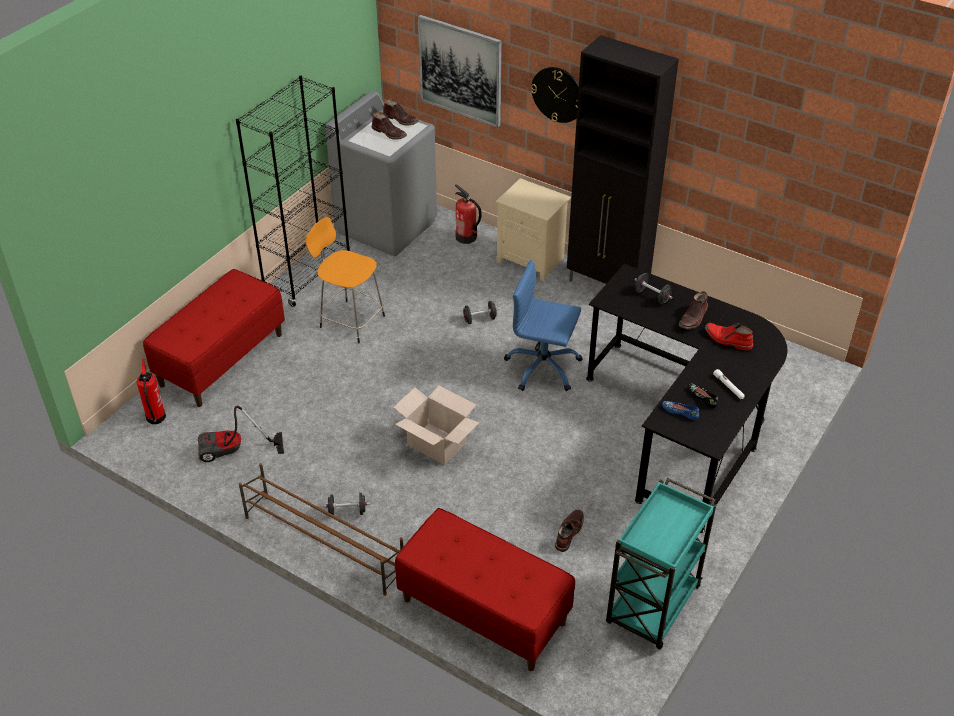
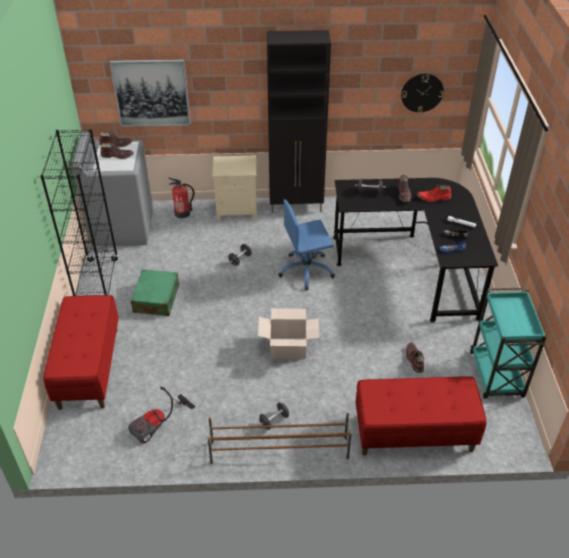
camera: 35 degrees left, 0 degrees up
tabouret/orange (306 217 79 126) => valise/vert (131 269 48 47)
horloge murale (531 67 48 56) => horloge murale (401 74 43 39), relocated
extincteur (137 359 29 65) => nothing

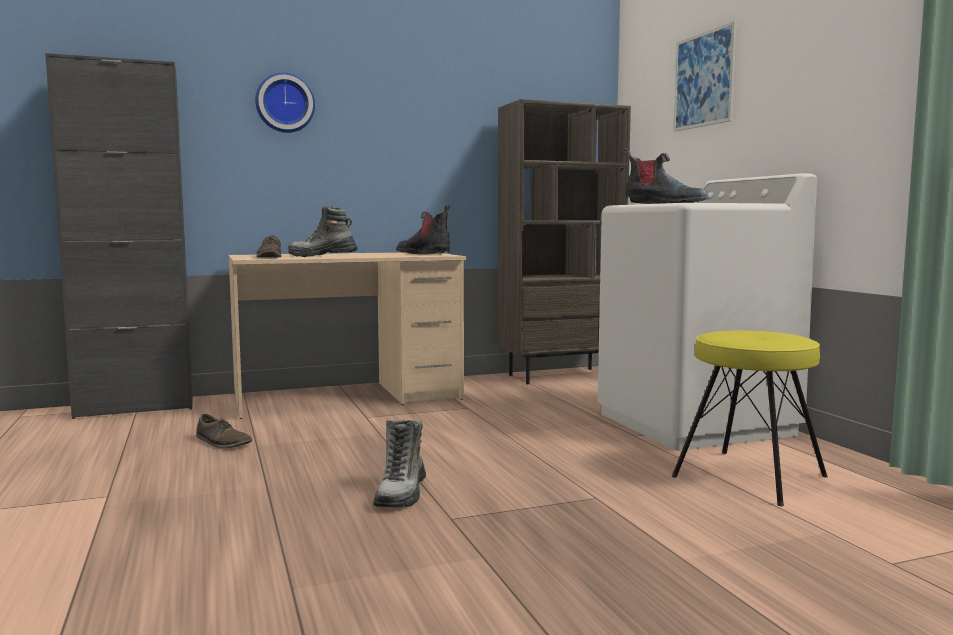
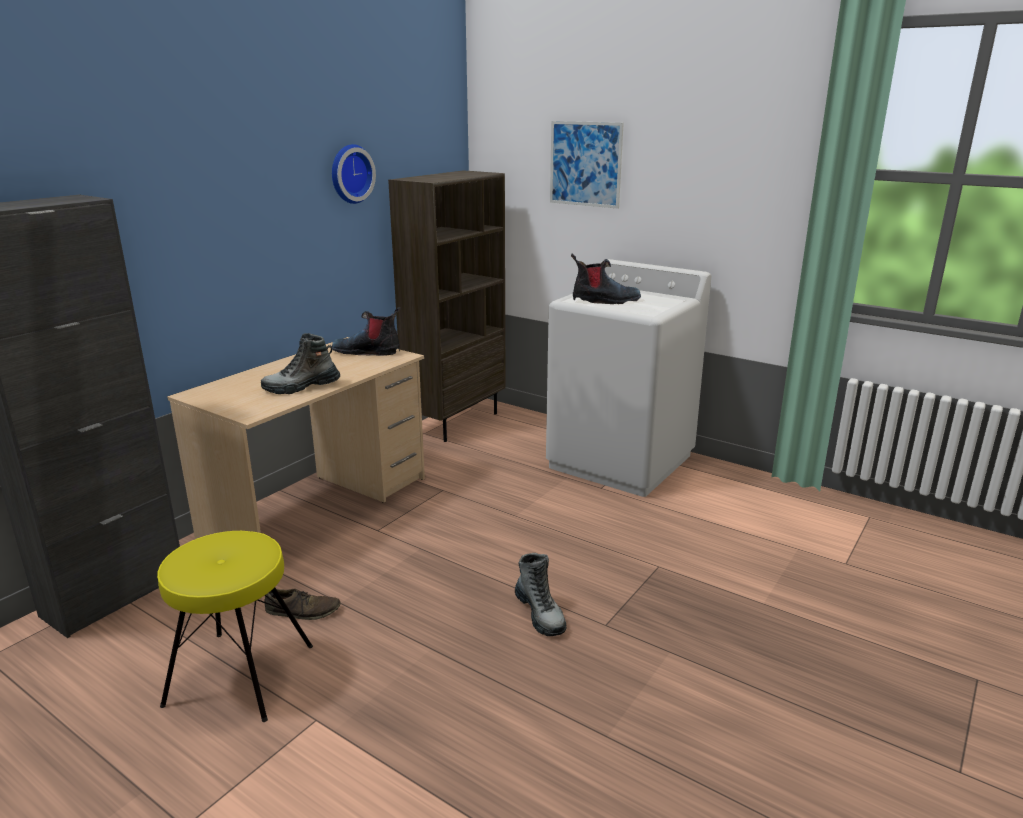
camera: 35 degrees left, 15 degrees up
tabouret/jaune (672 330 156 176) => tabouret/jaune (157 531 156 191), relocated
horloge murale (255 73 60 60) => horloge murale (332 144 44 60), relocated
chaussure/marron (256 236 26 22) => nothing

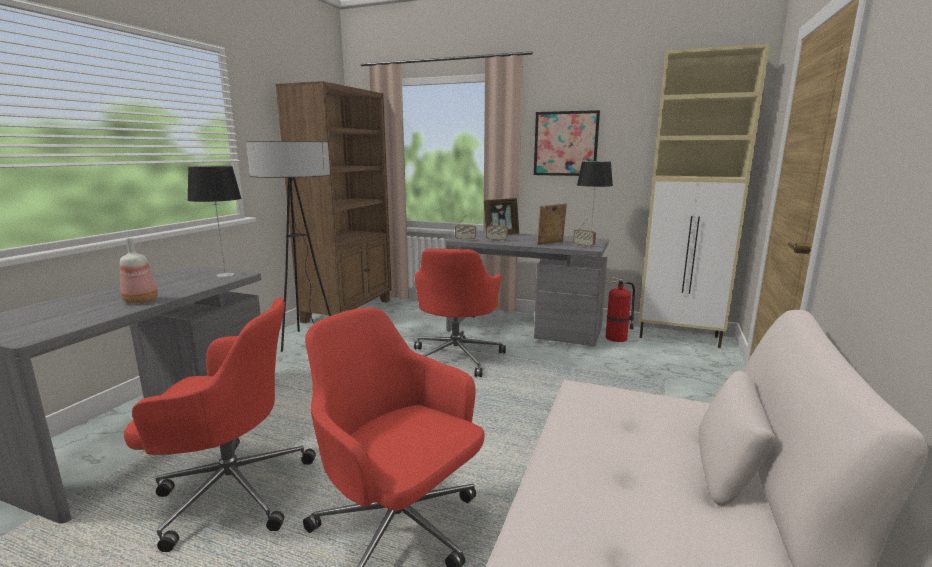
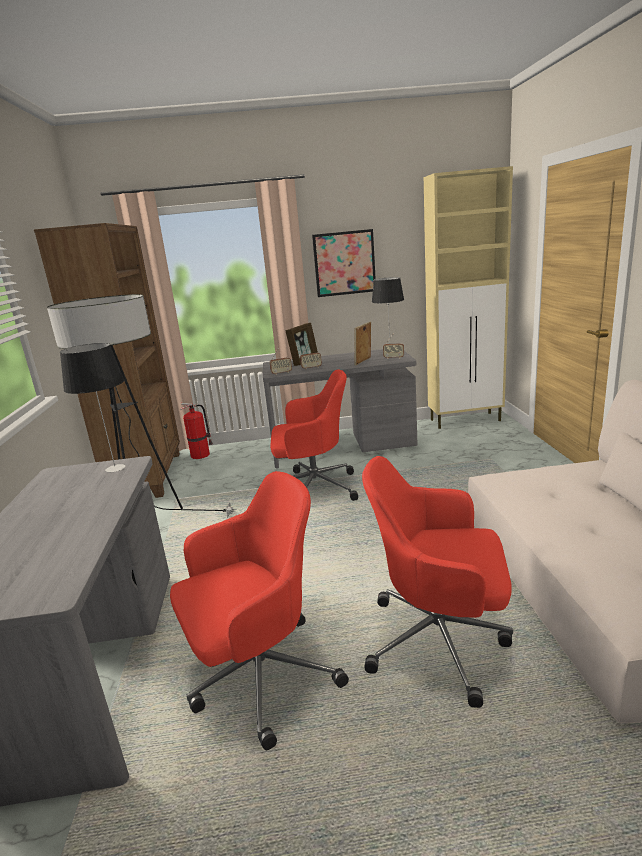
camera: 25 degrees left, 5 degrees up
extincteur (605 276 30 66) => extincteur (180 403 33 56), relocated
chaise de bureau/rouge (414 248 92 129) => chaise de bureau/rouge (270 369 88 132), 75 degrees counterclockwise
bouteille (120 238 38 65) => nothing

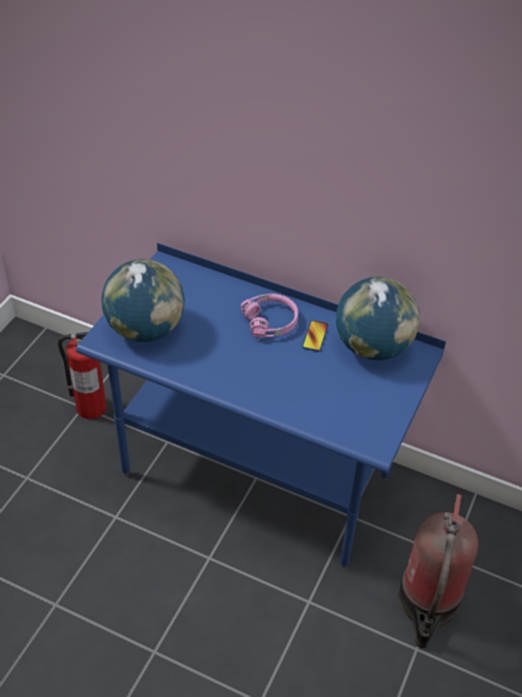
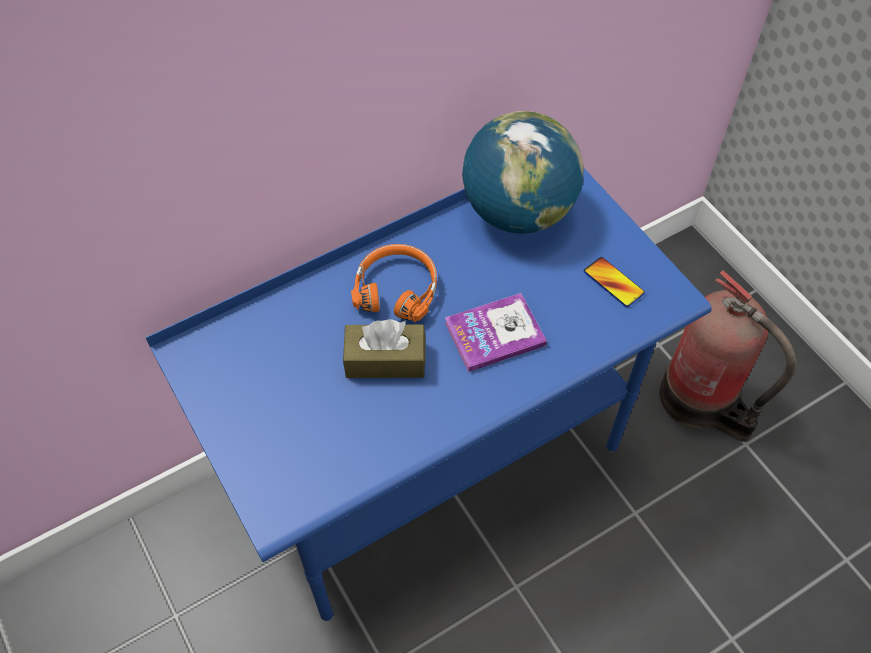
camera: 55 degrees left, 10 degrees up
nothing => boîte à mouchoirs/marron (343 319 82 59)
casque audio/rose (241 294 57 44) => casque audio/orange (351 244 86 78)
nothing => livre (445 293 102 79)
téléphone (302 320 26 32) => téléphone (584 257 61 50), relocated
extincteur (58 332 49 87) => nothing
globe (101 259 84 83) => nothing

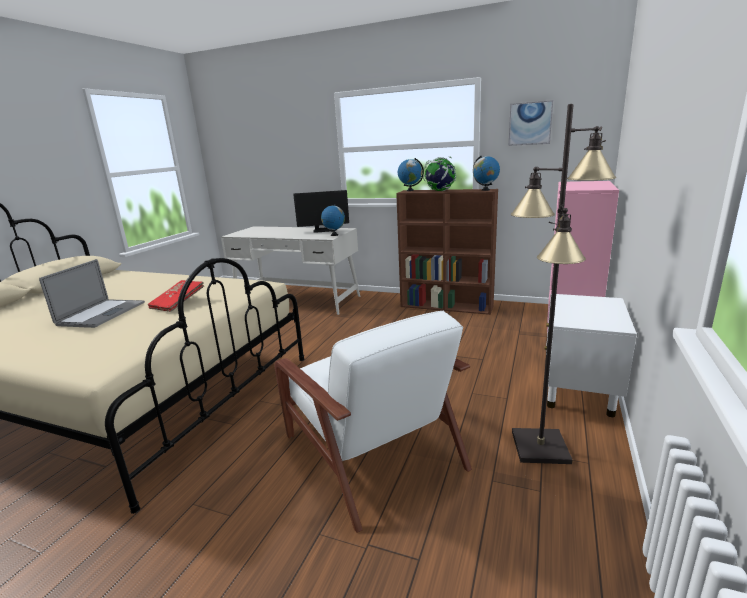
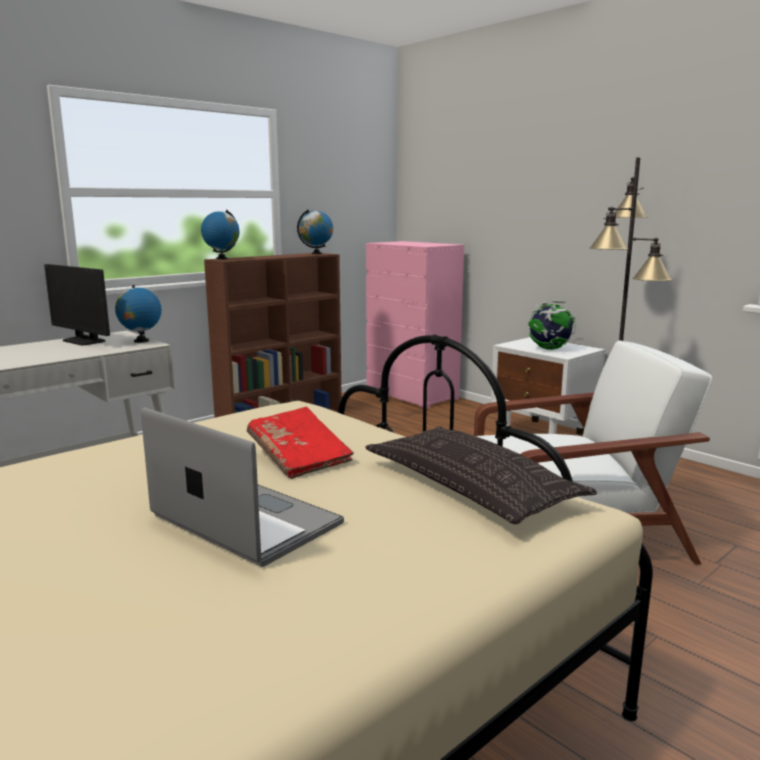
camera: 65 degrees left, 5 degrees down
écran d'ordinateur (293 190 56 43) => écran d'ordinateur (44 264 66 81), 105 degrees clockwise
nothing => coussin (365 426 232 98)
globe (423 157 33 34) => globe (529 301 47 49), relocated
tableau (509 100 44 46) => nothing

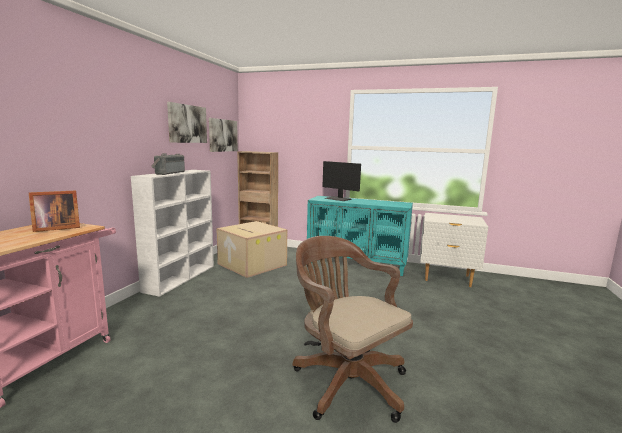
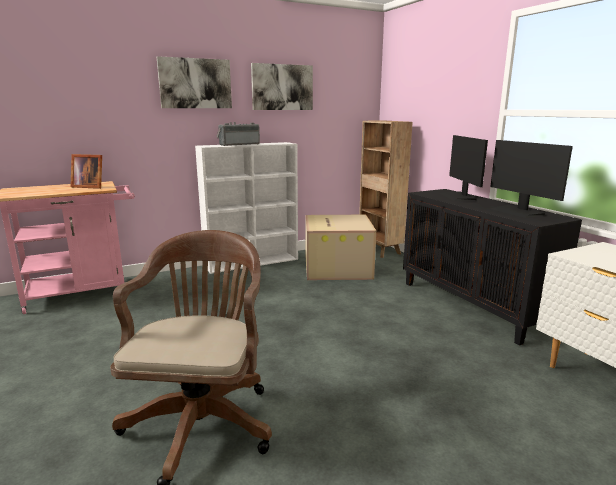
camera: 45 degrees right, 5 degrees up
tableau (209 118 29 34) => tableau (157 56 75 52), relocated
meuble de rangement/turquoise (307 196 106 80) => meuble de rangement/noir (403 189 179 157)
nothing => écran d'ordinateur (490 140 83 78)

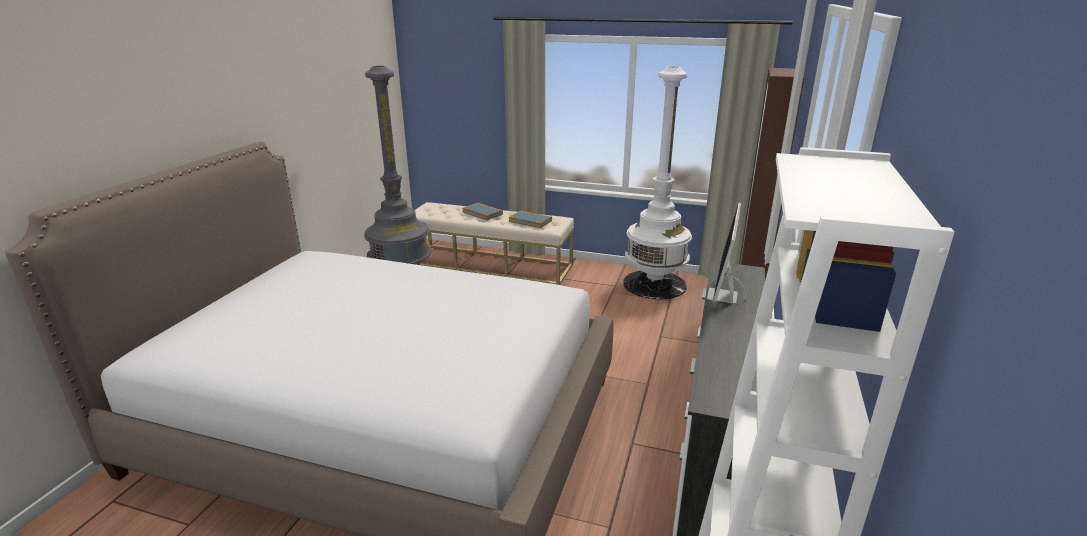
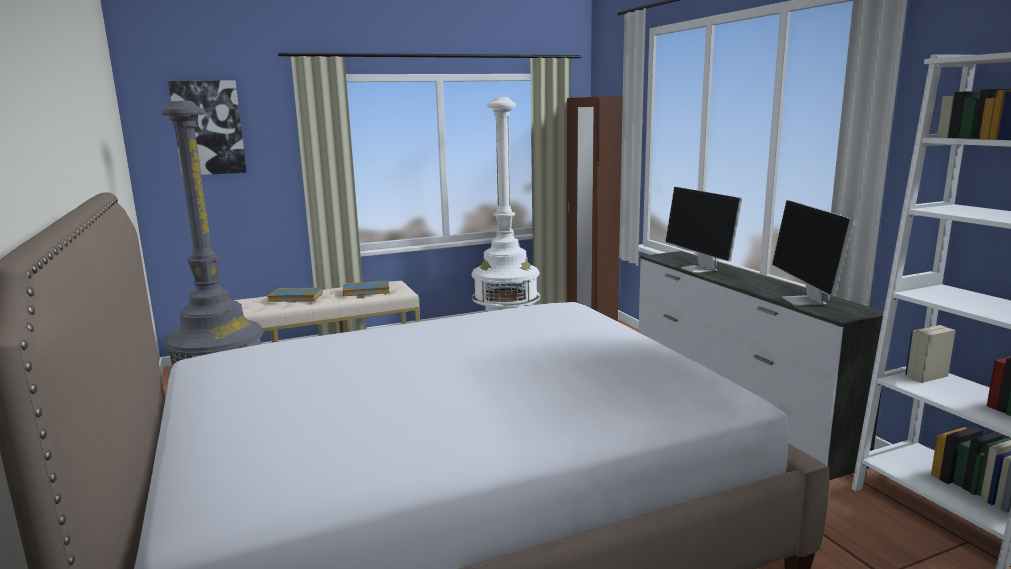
camera: 40 degrees left, 10 degrees down
nothing => tableau (168 81 79 95)
nothing => écran d'ordinateur (772 200 82 106)

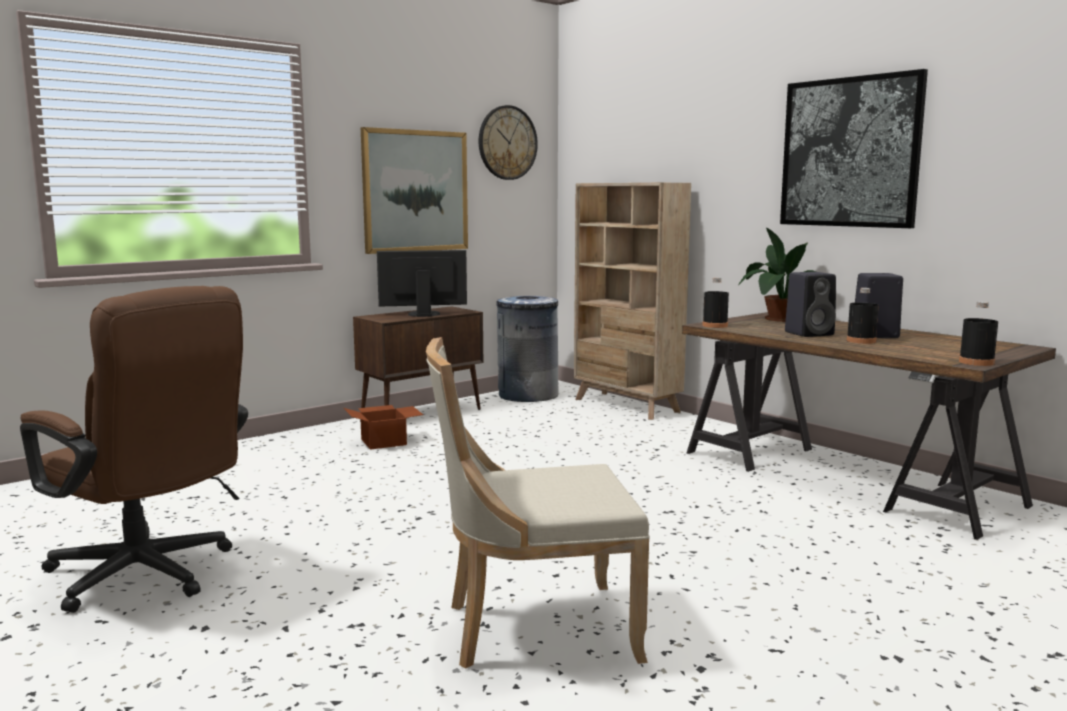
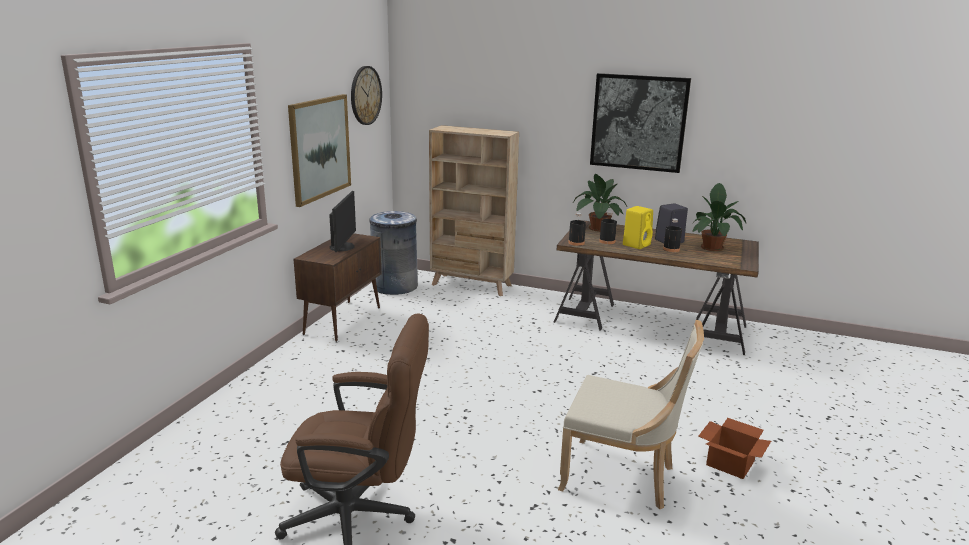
camera: 30 degrees left, 10 degrees up
écran d'ordinateur (377 250 90 67) => écran d'ordinateur (329 191 27 61), 135 degrees clockwise
chaise/beige (426 337 224 332) => chaise/beige (558 320 146 189), 120 degrees counterclockwise
bouteille/noir (959 302 39 64) => bouteille/noir (599 211 18 33), relocated
enceinte/noir (785 272 51 65) => enceinte/jaune (623 206 30 43)
nothing => plante en pot (690 183 56 68)
carton (344 405 79 45) => carton (699 418 72 61), relocated

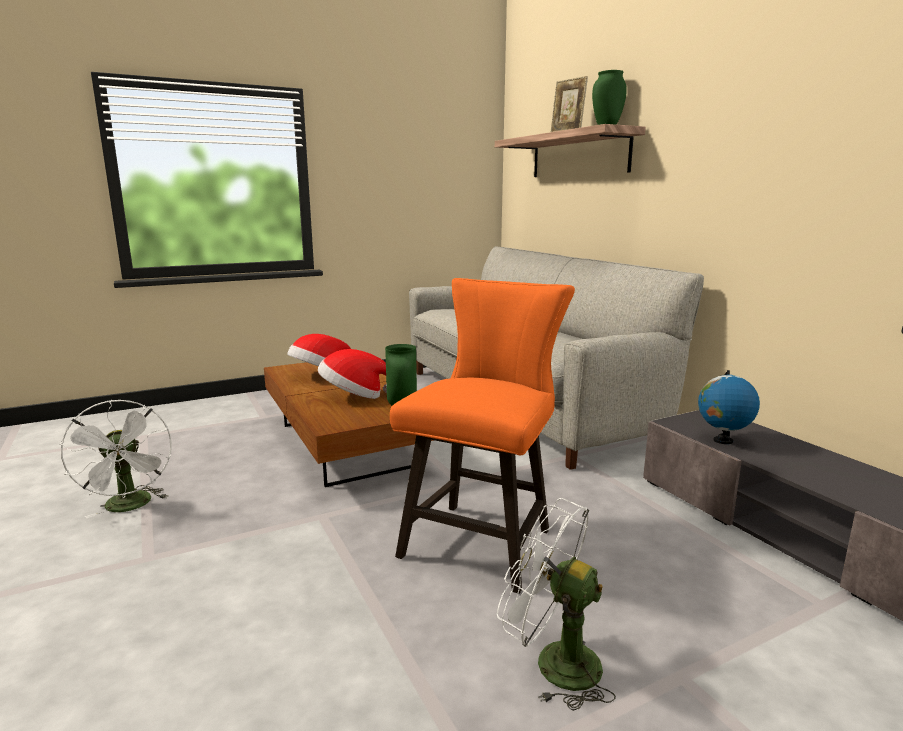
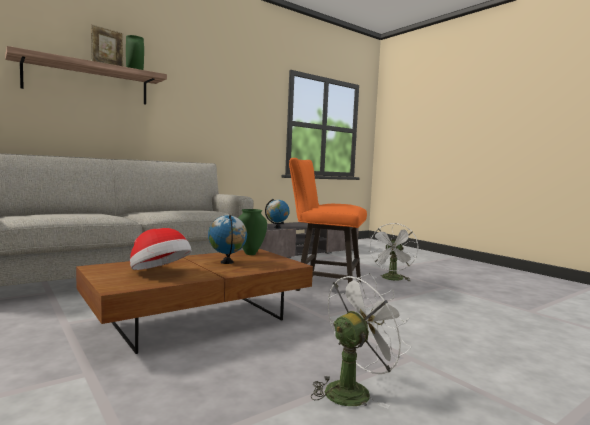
camera: 100 degrees left, 10 degrees down
chapeau (318 349 69 50) => globe (208 215 39 49)

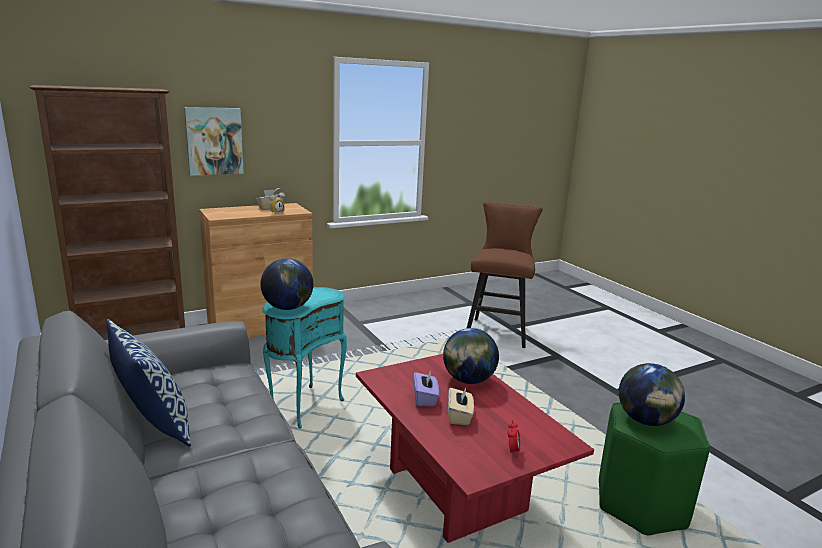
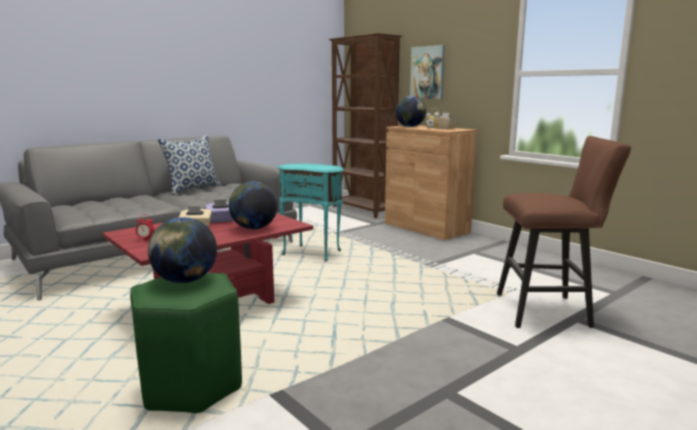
camera: 80 degrees right, 5 degrees down
globe (260 258 53 52) => globe (395 96 31 31), relocated

